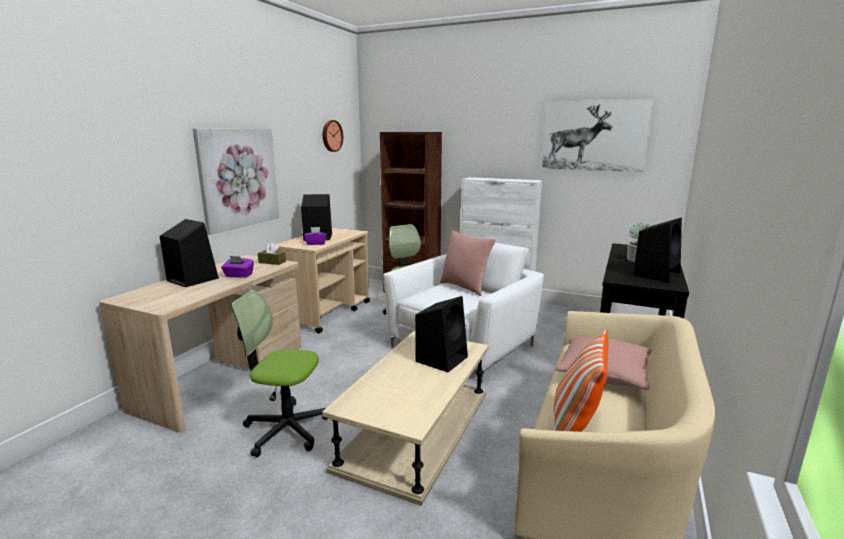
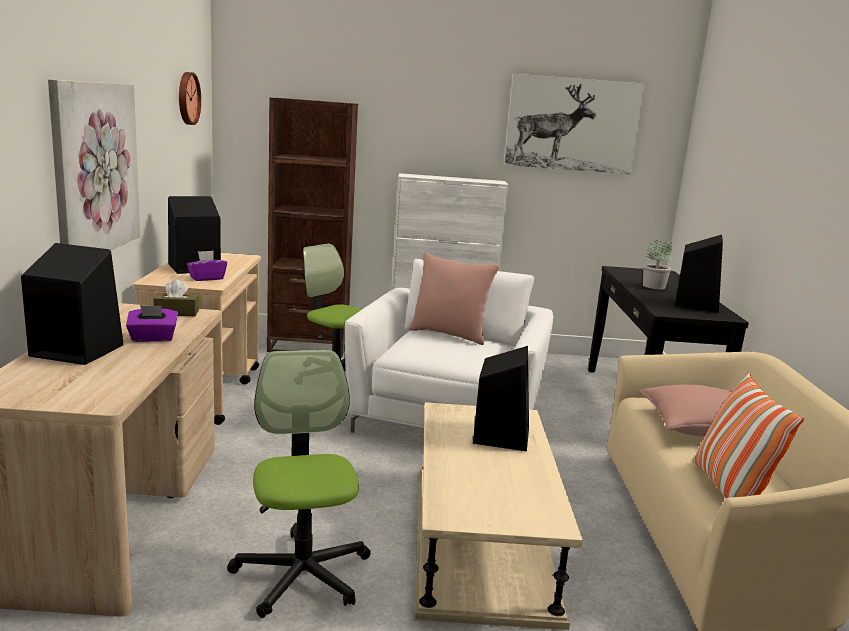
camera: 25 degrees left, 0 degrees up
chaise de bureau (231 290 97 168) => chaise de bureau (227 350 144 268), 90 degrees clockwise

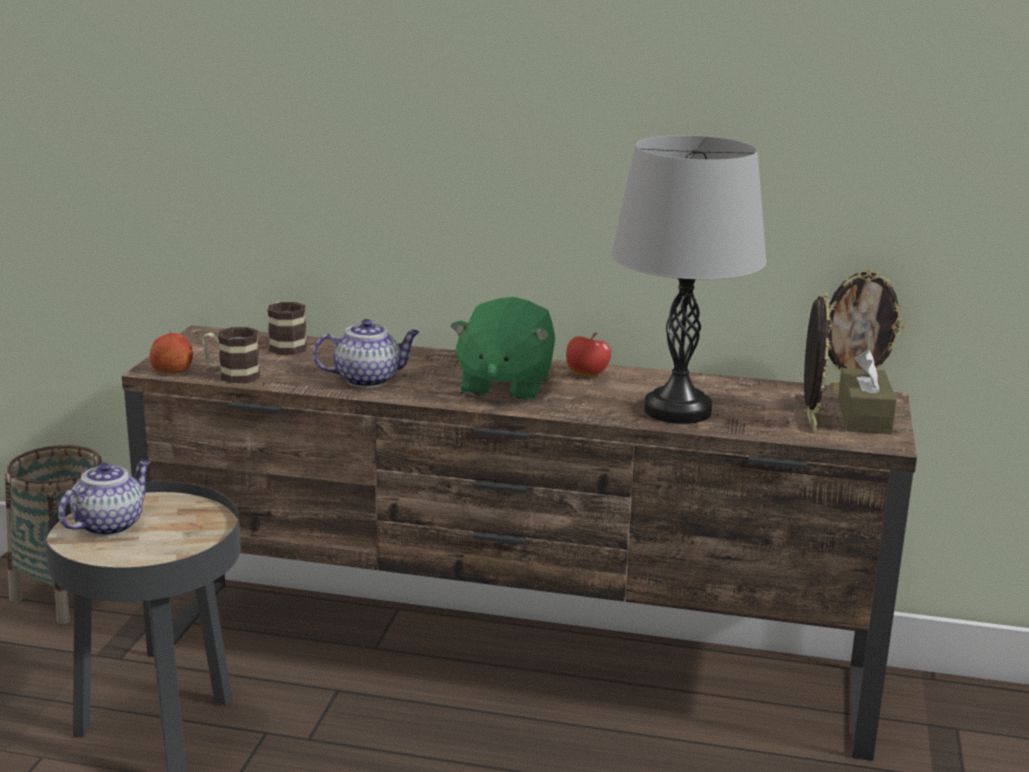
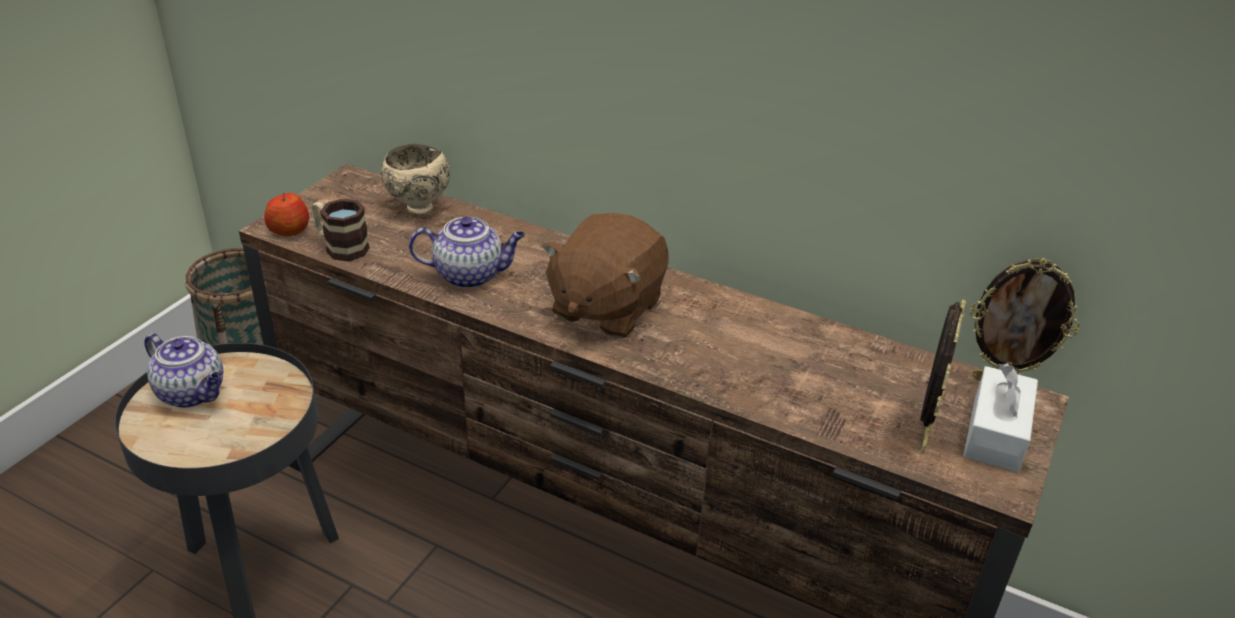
camera: 15 degrees right, 15 degrees up
théière (58 460 93 76) => théière (144 333 79 75), 75 degrees clockwise
mug (268 302 39 53) => bol/beige (381 144 69 71)
peluche/vert (450 297 106 104) => peluche/marron (542 213 126 125)
boîte à mouchoirs/marron (838 349 59 85) => boîte à mouchoirs/blanc (963 363 75 109)
pomme (566 332 45 44) => nothing
lampe de table/gris (611 135 156 289) => nothing

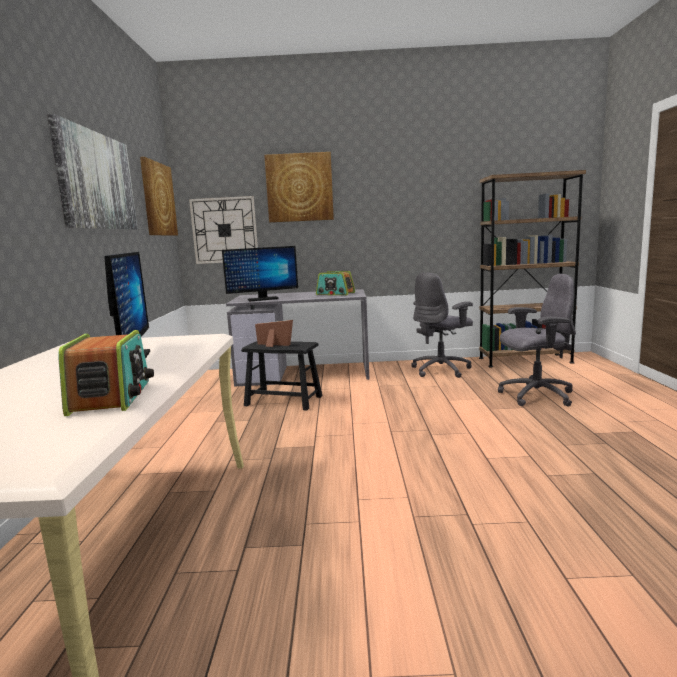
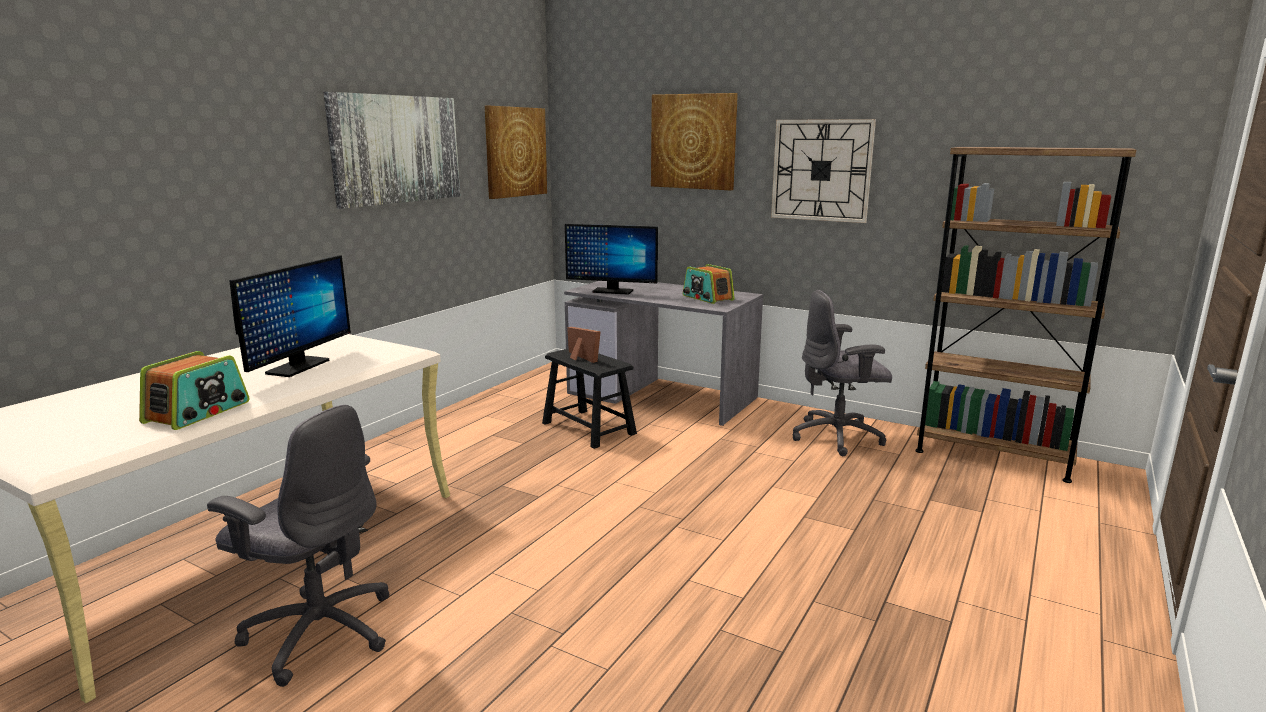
camera: 30 degrees right, 5 degrees up
chaise de bureau/gris (498 274 78 133) => chaise de bureau/gris (207 405 182 282), relocated
horloge murale (189 196 69 68) => horloge murale (771 119 105 104), relocated

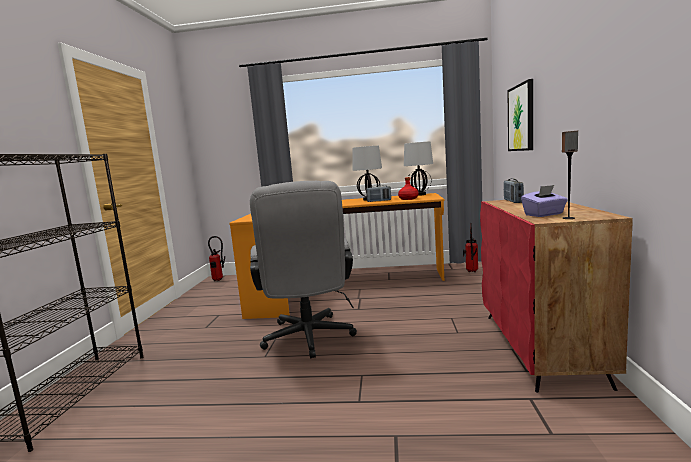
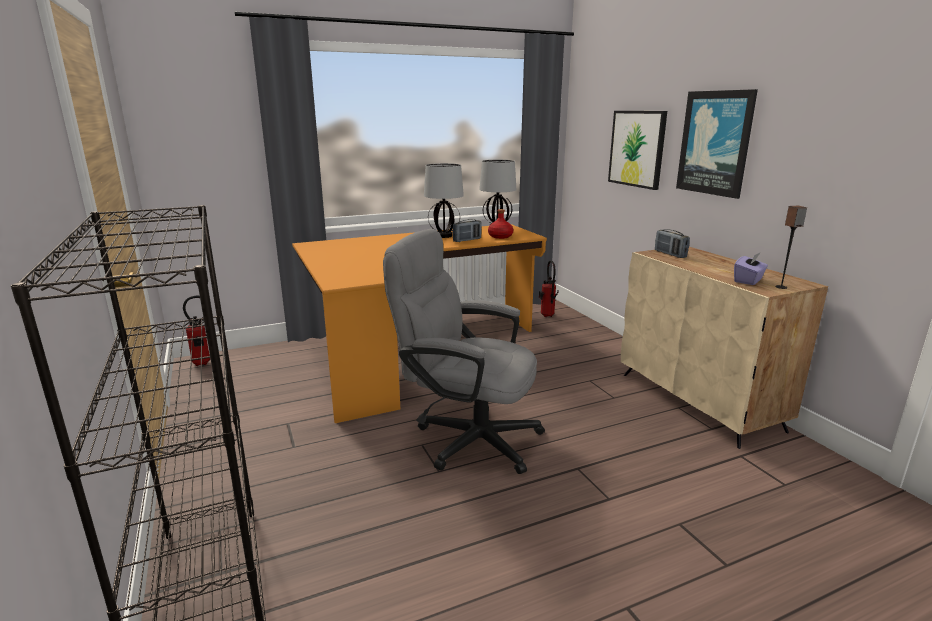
camera: 30 degrees left, 10 degrees up
chaise de bureau/gris (250 181 107 177) => chaise de bureau/gris (383 229 162 245), 150 degrees clockwise
meuble de rangement/rouge (480 200 153 193) => meuble de rangement/beige (621 247 207 202)
nothing => tableau (676 89 82 110)

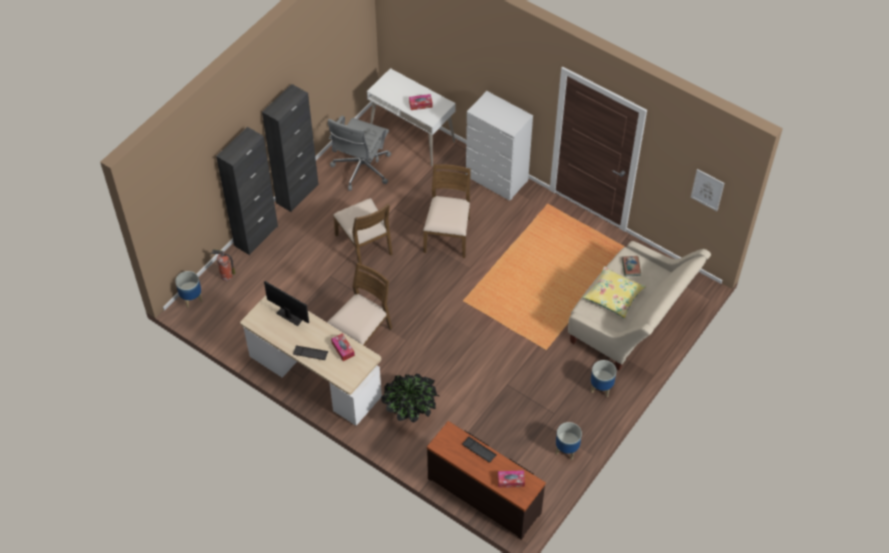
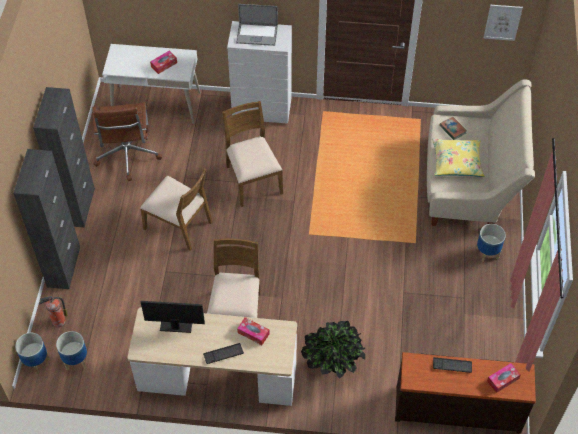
camera: 30 degrees left, 0 degrees up
cache-pot (556 422 26 38) => cache-pot (56 331 31 40), relocated
chaise de bureau/gris (328 115 63 76) => chaise de bureau/marron (92 102 70 79)
nothing => ordinateur portable (236 4 42 42)

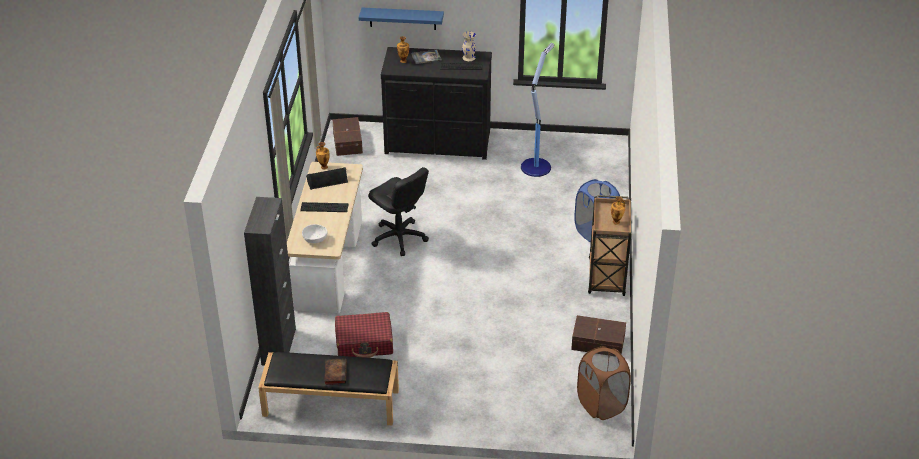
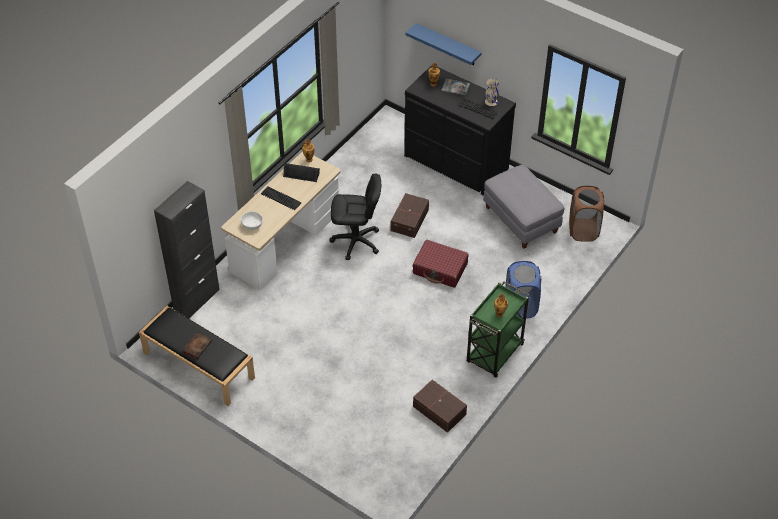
camera: 30 degrees right, 10 degrees up
chaise de bureau/noir (368 167 61 89) => chaise de bureau/noir (330 174 51 86), 75 degrees counterclockwise
boîte de rangement/marron (332 117 31 39) => boîte de rangement/marron (391 193 38 45), relocated
valise/rouge (335 312 58 46) => valise/rouge (413 240 56 48), relocated
chariot/marron (588 195 43 101) => chariot/vert (467 281 62 97)
lampadaire (521 43 33 134) => pouf/gris (483 165 81 84)
panier à linge/marron (577 346 54 74) => panier à linge/marron (569 186 35 56), relocated

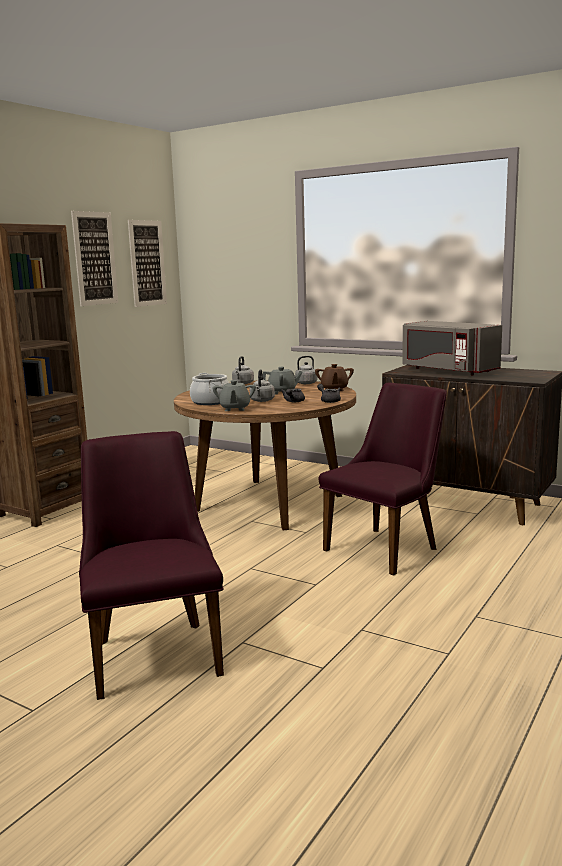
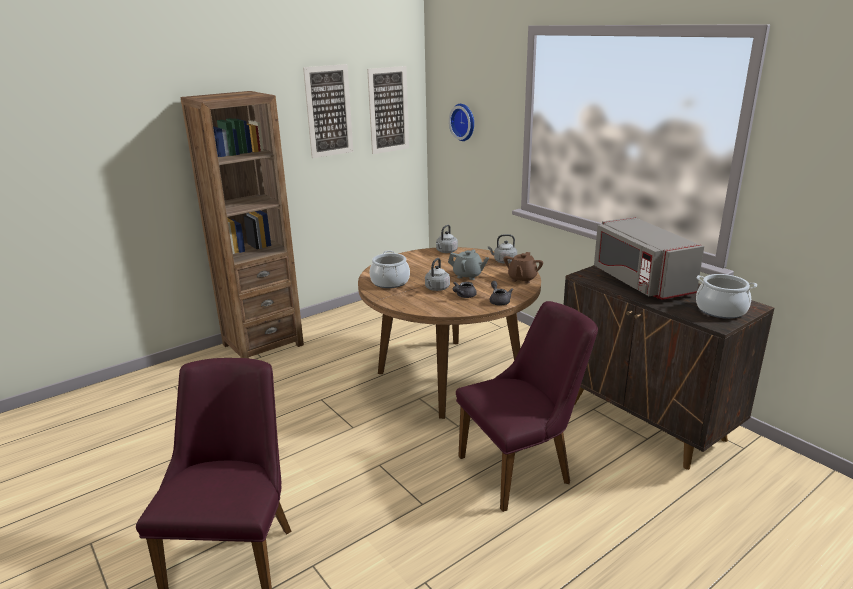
camera: 20 degrees right, 10 degrees up
nothing => horloge murale (449 104 25 37)
nothing => marmite (696 274 61 45)
théière/gris (212 380 44 31) => nothing

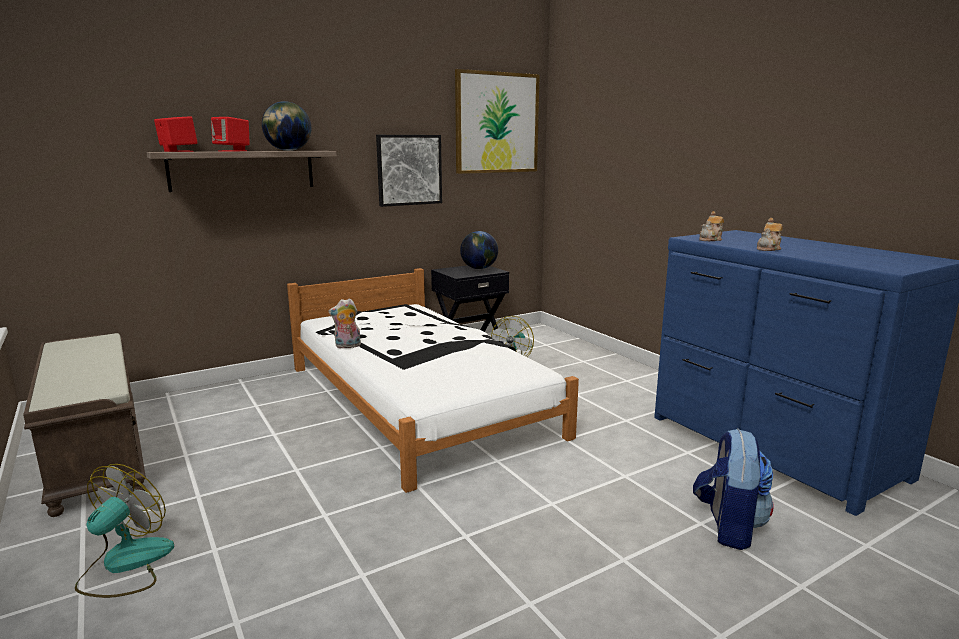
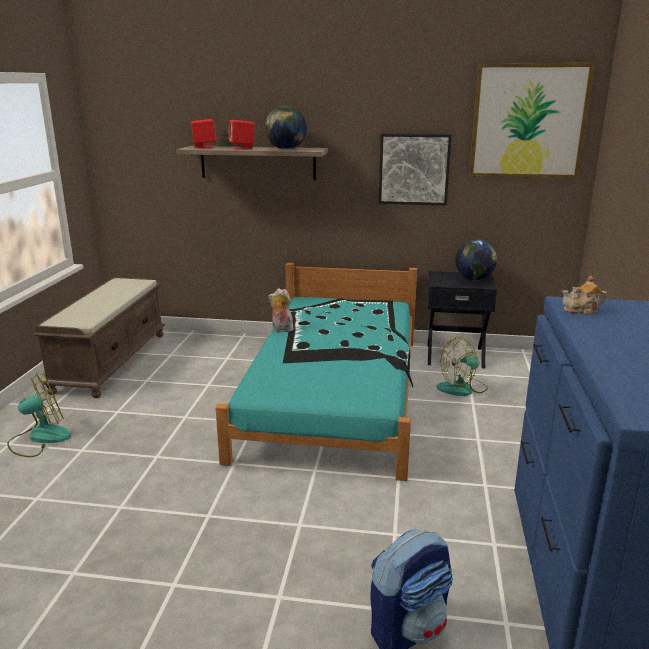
camera: 40 degrees right, 5 degrees up
lit/blanc (287 268 292 225) => lit/turquoise (216 263 201 218)
théière (757 218 26 33) => nothing

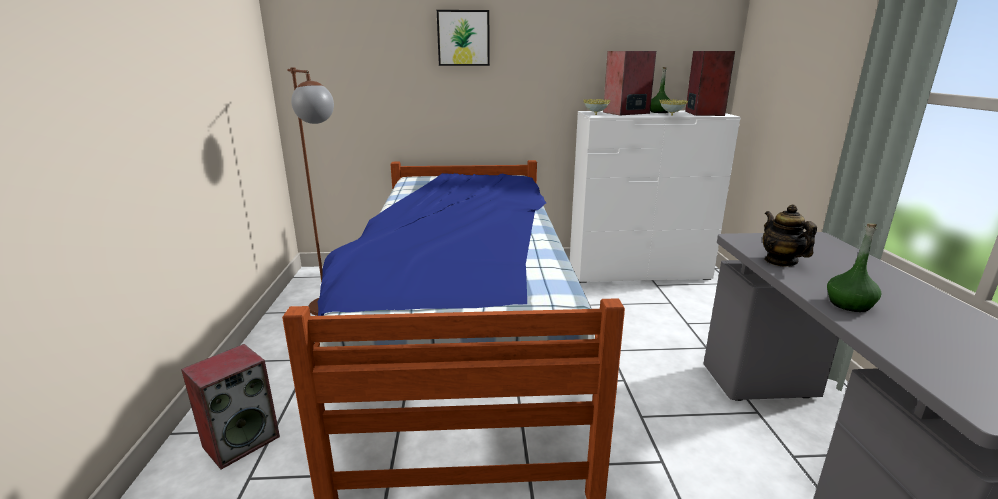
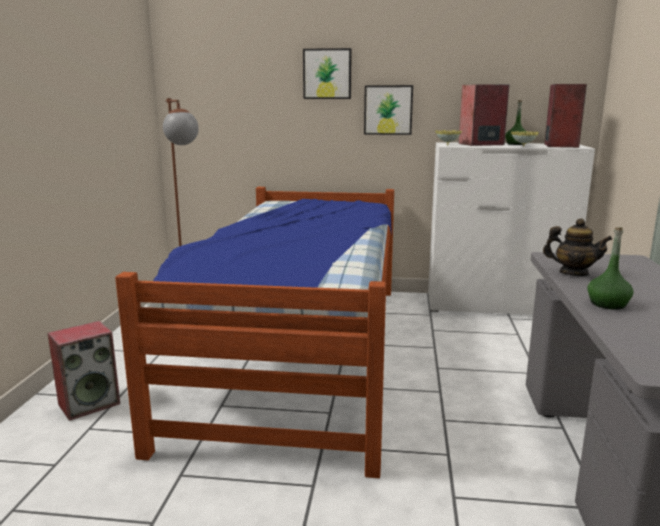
camera: 10 degrees right, 5 degrees down
nothing => tableau (364 85 49 50)
théière (763 204 54 63) => théière (543 218 70 58), 120 degrees clockwise

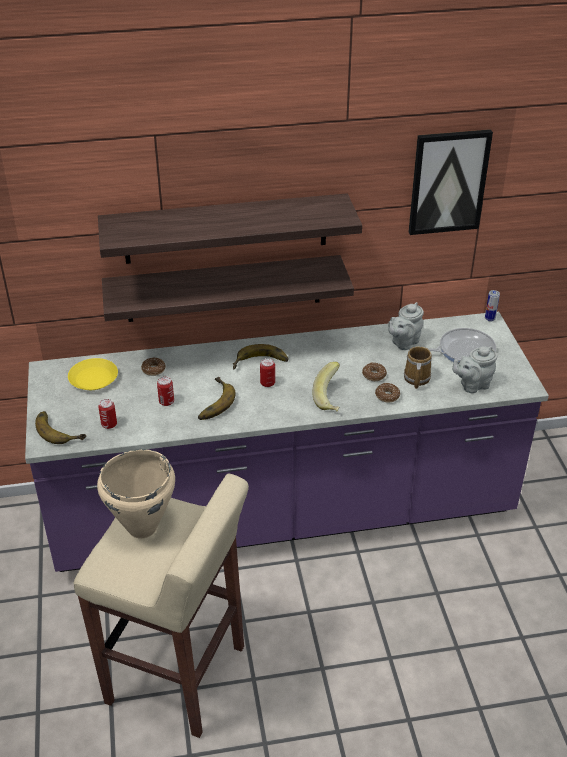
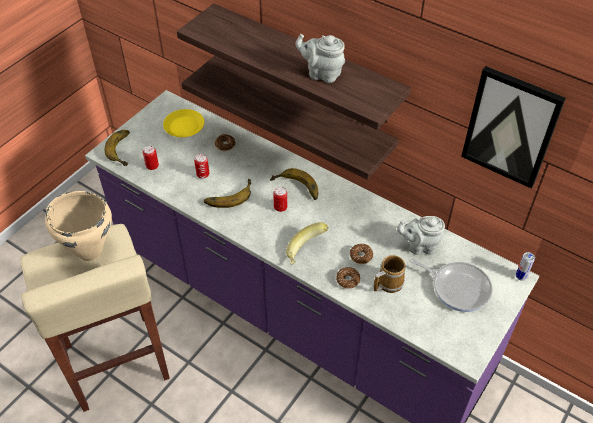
camera: 45 degrees right, 10 degrees up
théière/gris (452 346 45 47) => théière/gris (296 34 49 49), relocated

